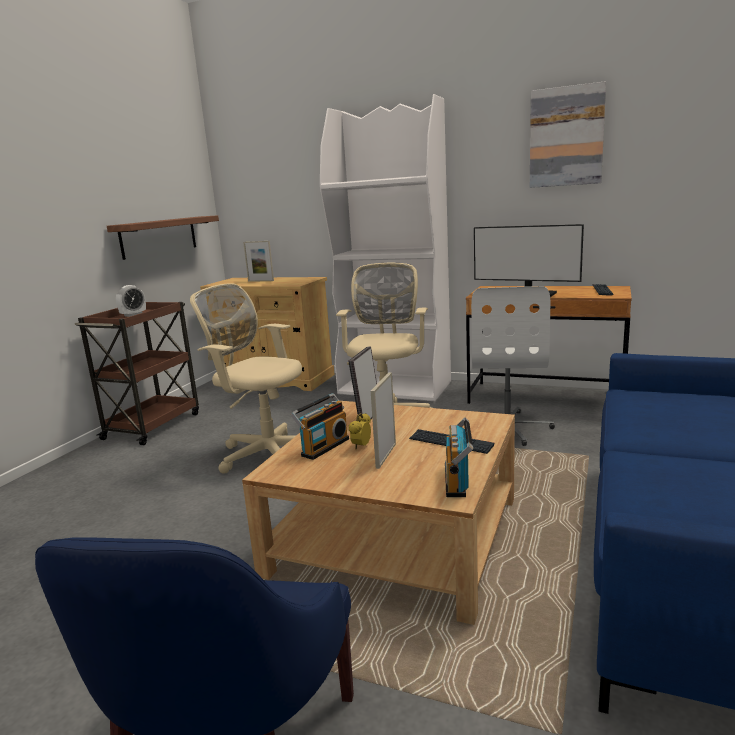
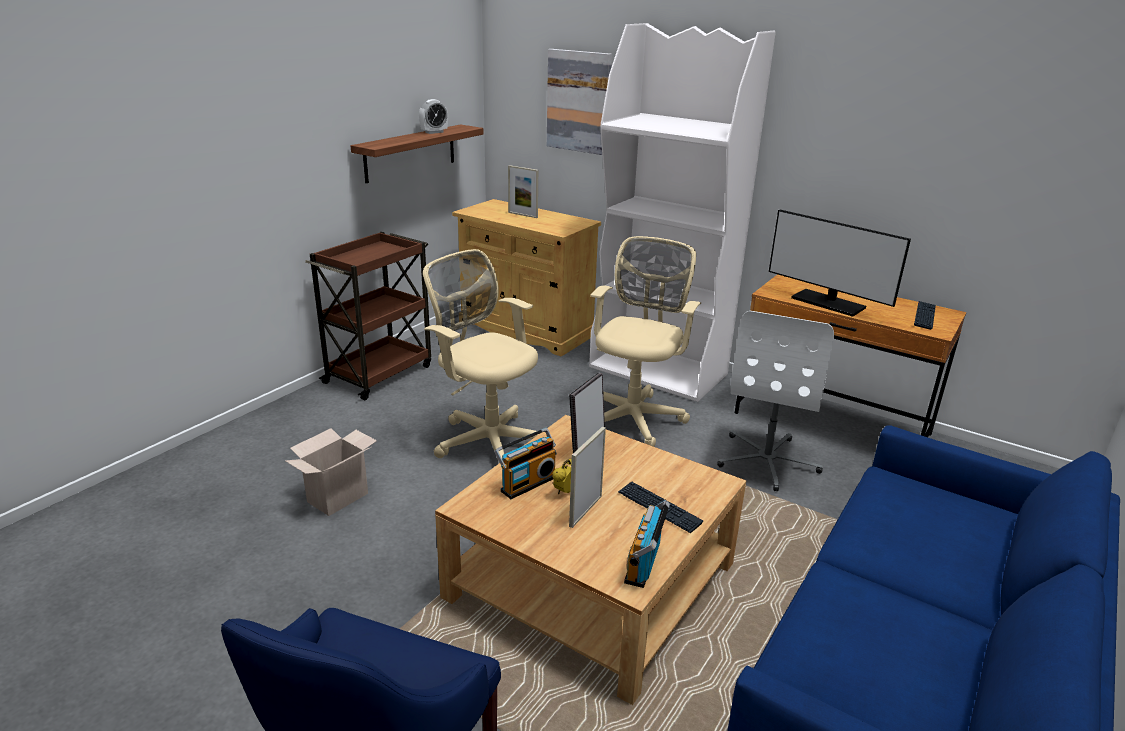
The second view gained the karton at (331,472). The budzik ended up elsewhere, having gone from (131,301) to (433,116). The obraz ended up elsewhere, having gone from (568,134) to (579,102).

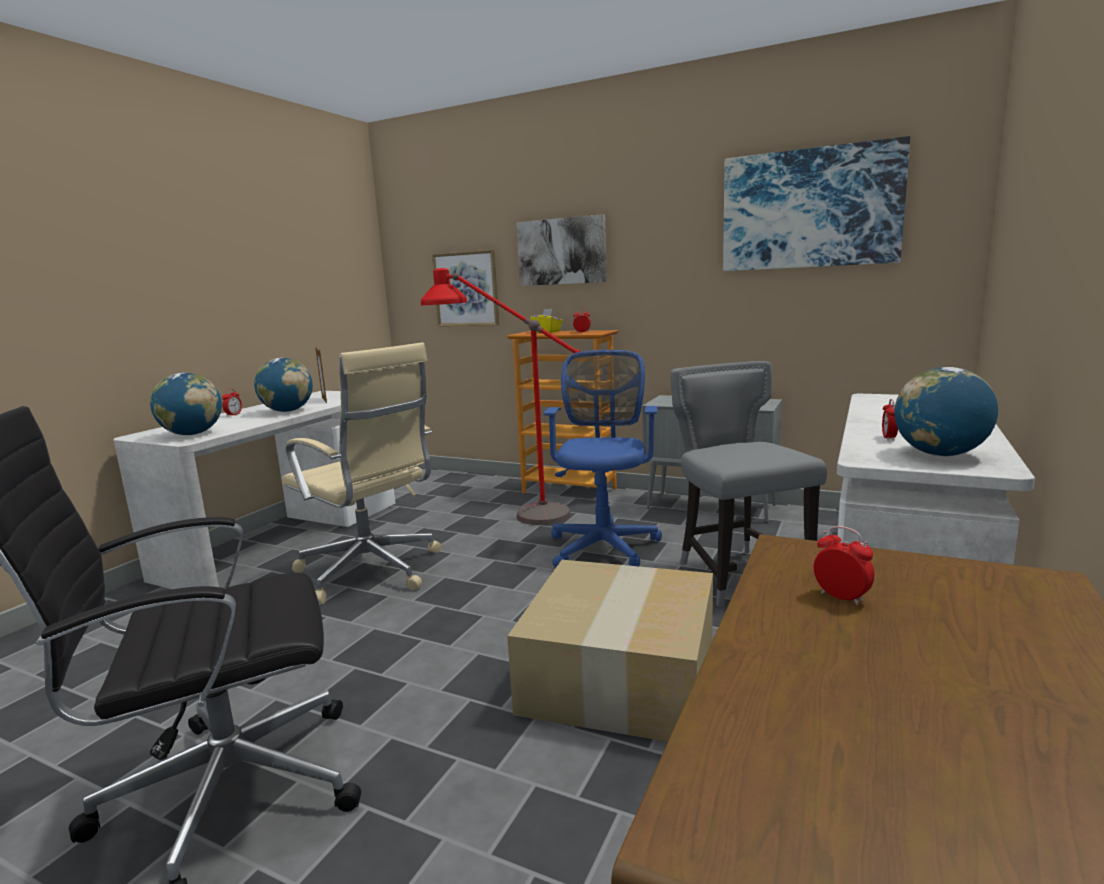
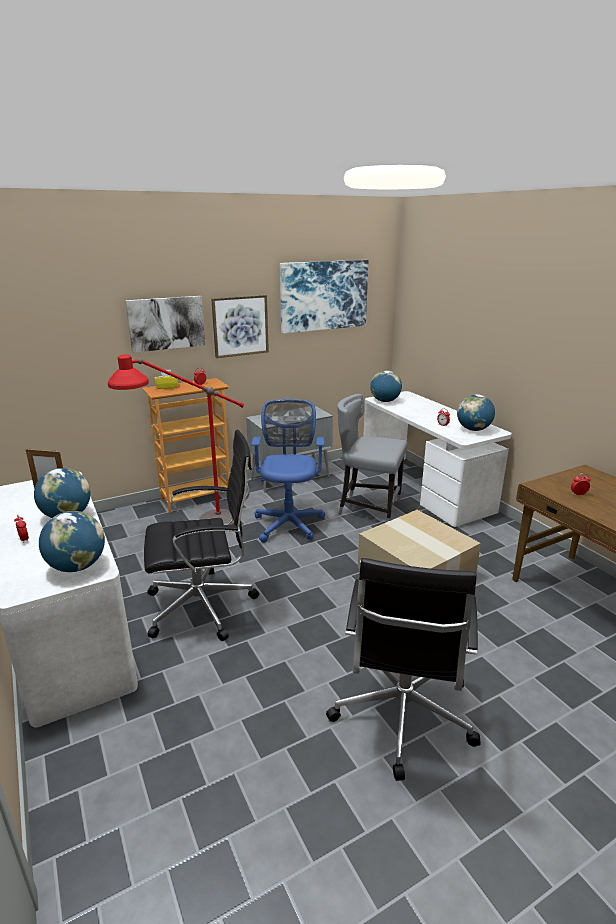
What was the krzesło biurowe/beżowy at (362,473) turned into the krzesło biurowe/czarny at (201,535). The obraz ended up elsewhere, having gone from (465,288) to (240,326). The krzesło biurowe/niebieski at (602,458) ended up facing another way, 45 degrees clockwise from before. The second view gained the globus at (386,386).

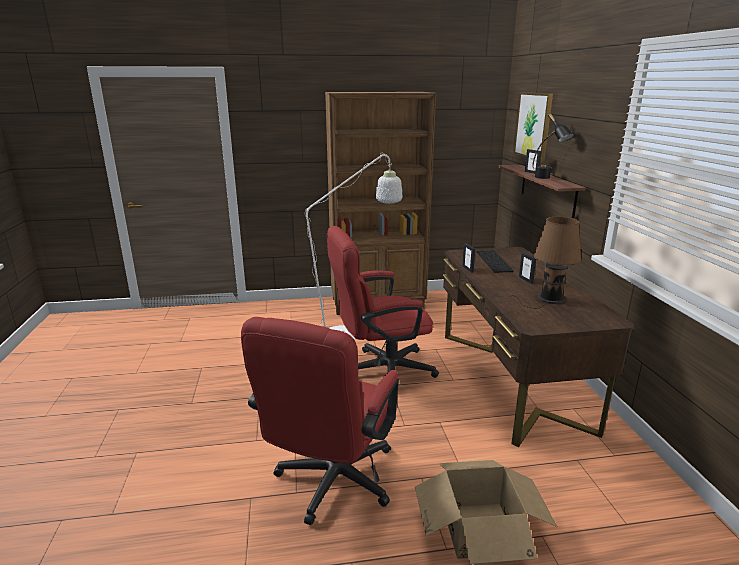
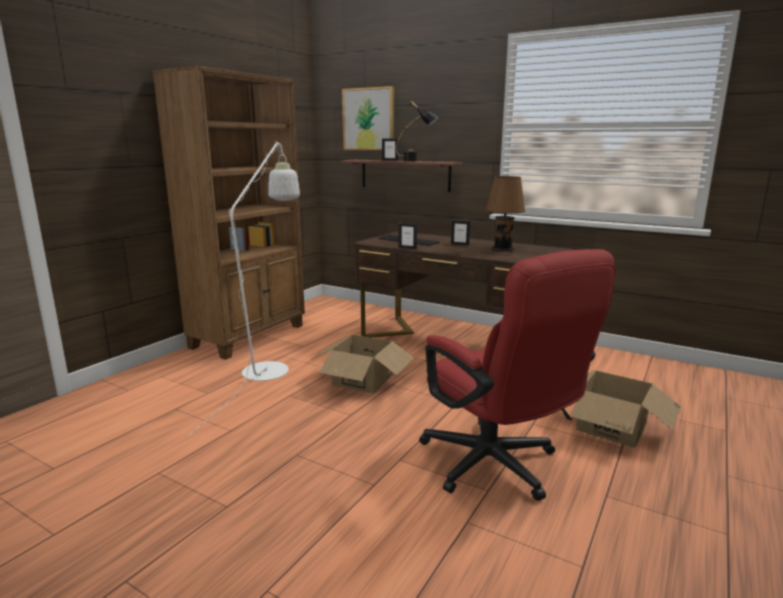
Where the krzesło biurowe/czerwony stood at (383,302), the karton came to stand at (363,364).

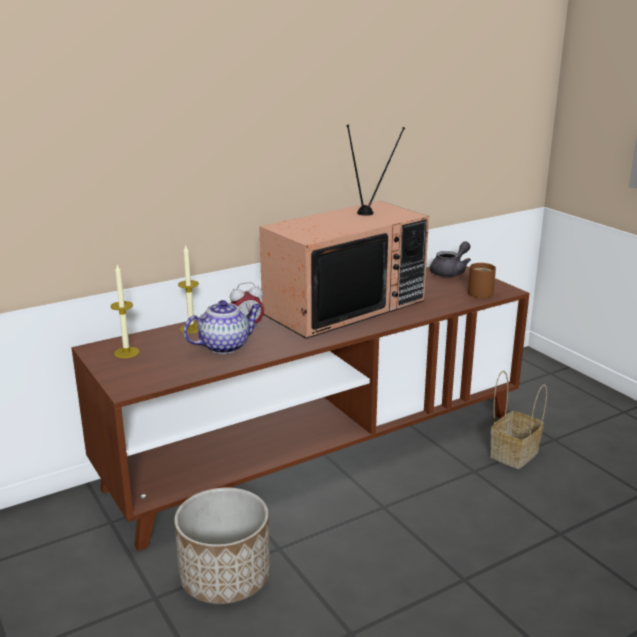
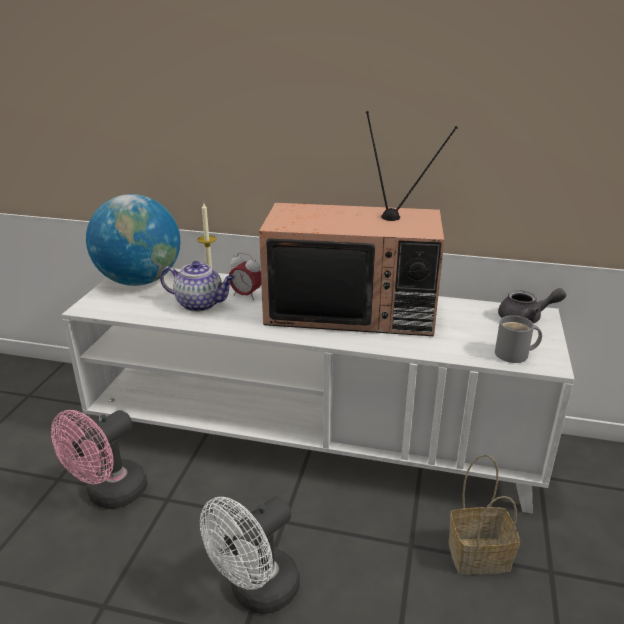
Where the donica stood at (222,546), the wentylator/różowy came to stand at (99,459). What was the szafka pod telewizor/brązowy at (300,408) turned into the szafka pod telewizor/biały at (317,390). Where the świeca stood at (125,311), the globus came to stand at (133,240). The second view gained the wentylator/biały at (250,555). What was the kubek/brązowy at (482,280) turned into the kubek/szary at (518,339).

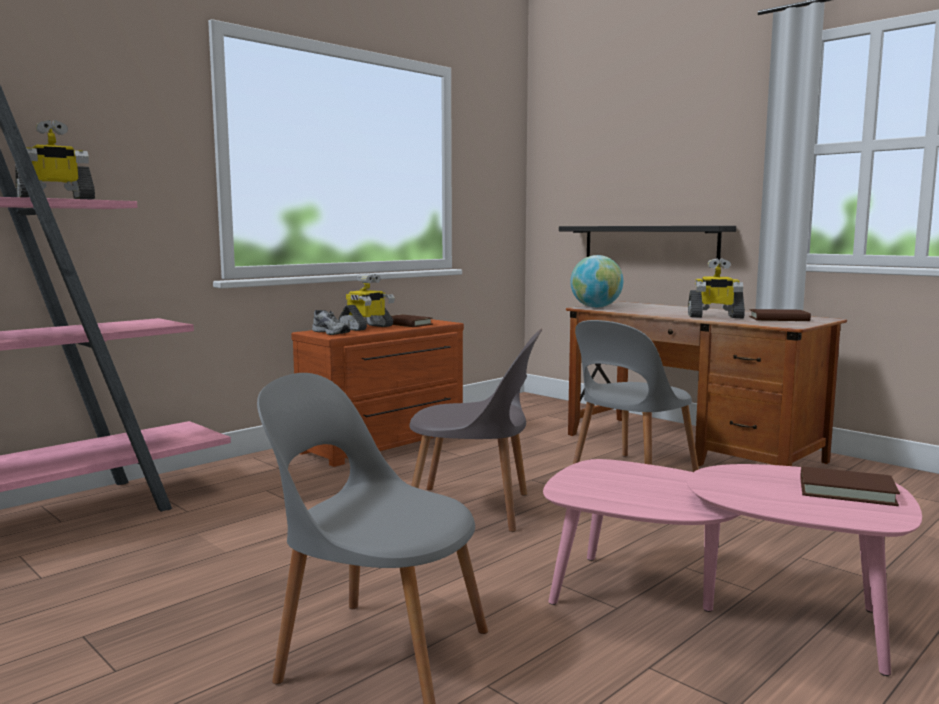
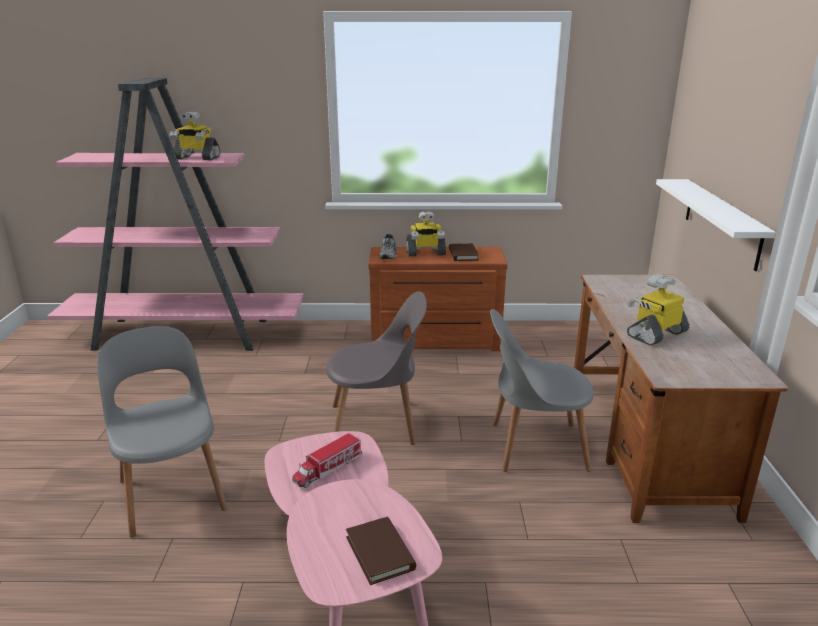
The second view gained the ciężarówka zabawkowa at (327,460). The krzesło/szary at (476,430) ended up facing another way, 60 degrees counterclockwise from before. The robot zabawkowy at (716,288) ended up facing another way, 90 degrees clockwise from before. What was the półka/czarny at (647,245) turned into the półka/biały at (716,225). The second view lost the globus at (596,281). The second view lost the książka/brązowy at (780,315).

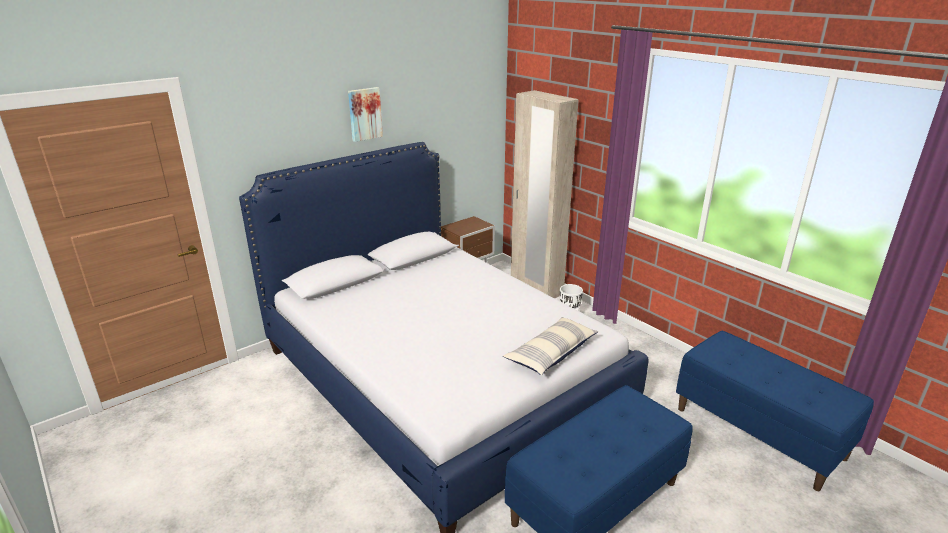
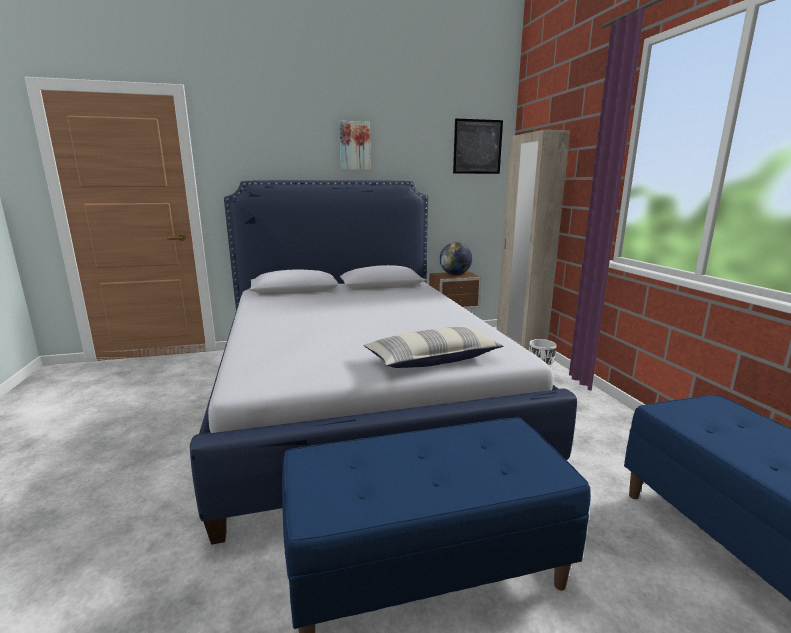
The second view gained the globus at (456,258). The second view gained the obraz at (478,146).

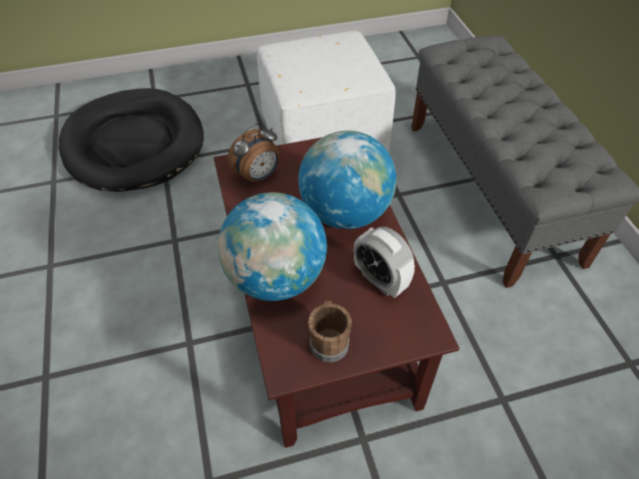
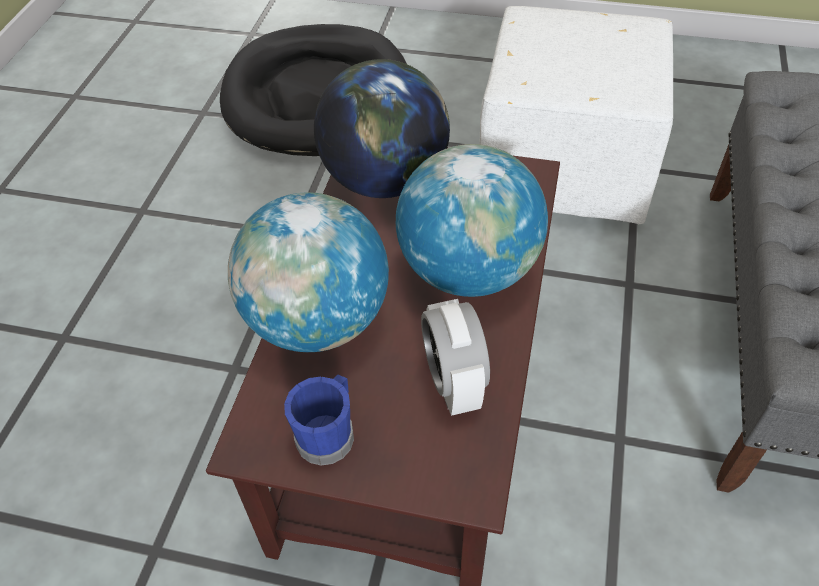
What was the kubek/brązowy at (330,331) turned into the kubek/niebieski at (319,419). Where the budzik stood at (253,153), the globus came to stand at (382,128).

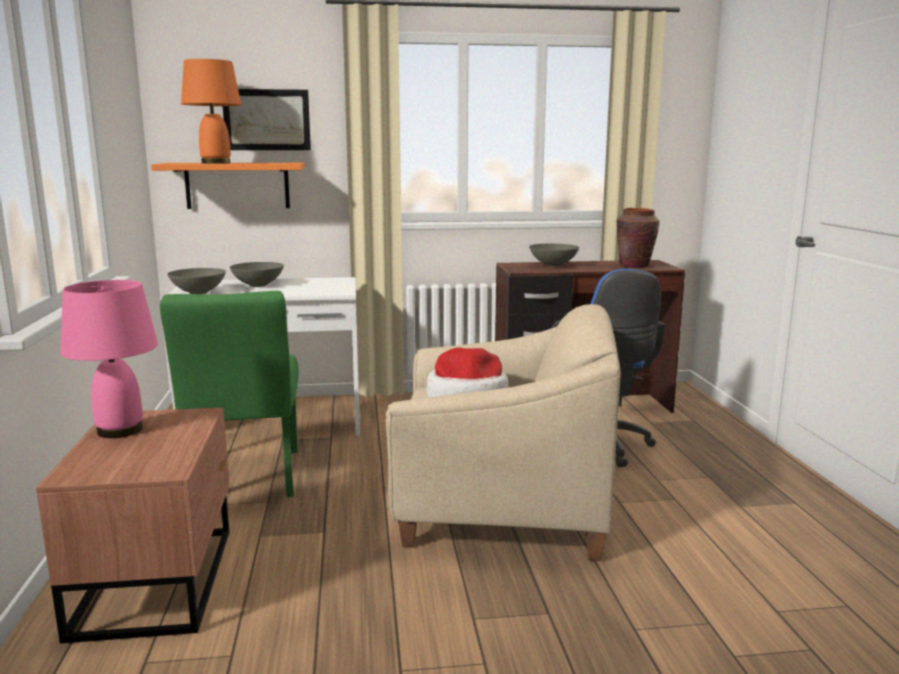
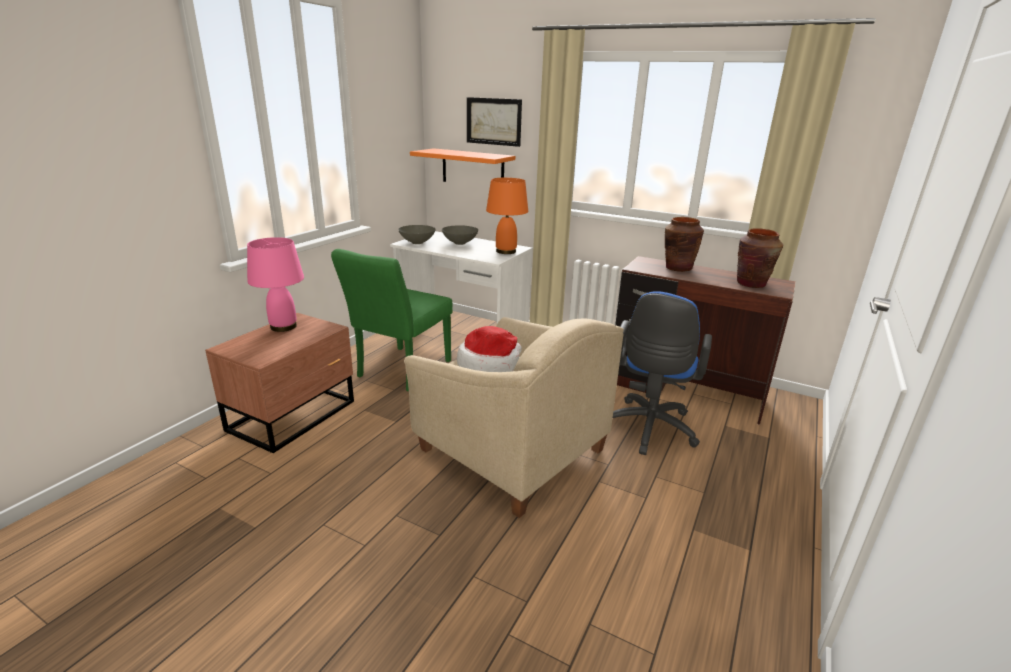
The lampa stołowa/pomarańczowy ended up elsewhere, having gone from (211,111) to (507,216). Where the miska/szary stood at (554,255), the wazon/brązowy came to stand at (684,244).

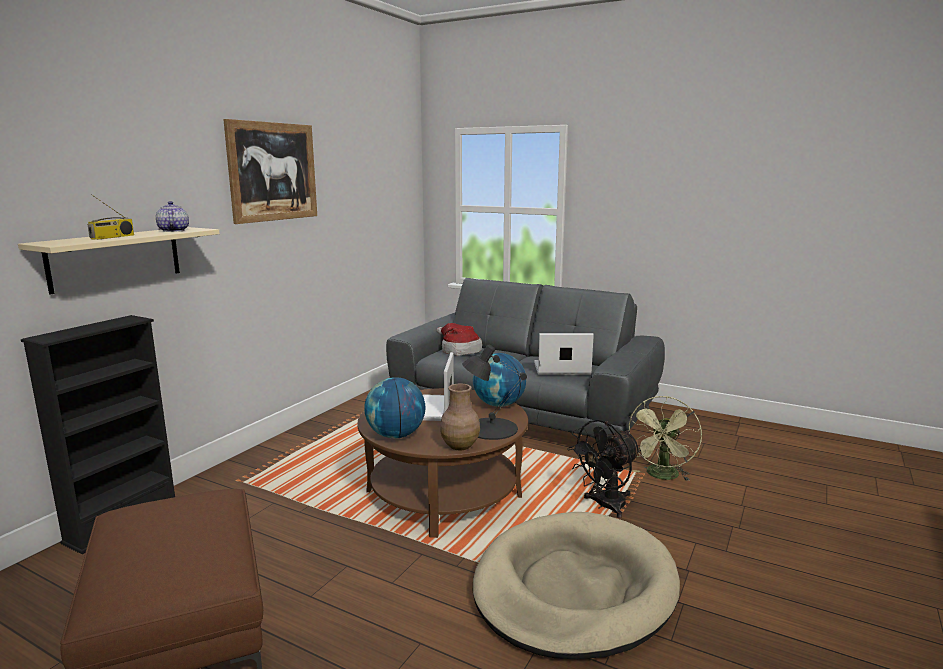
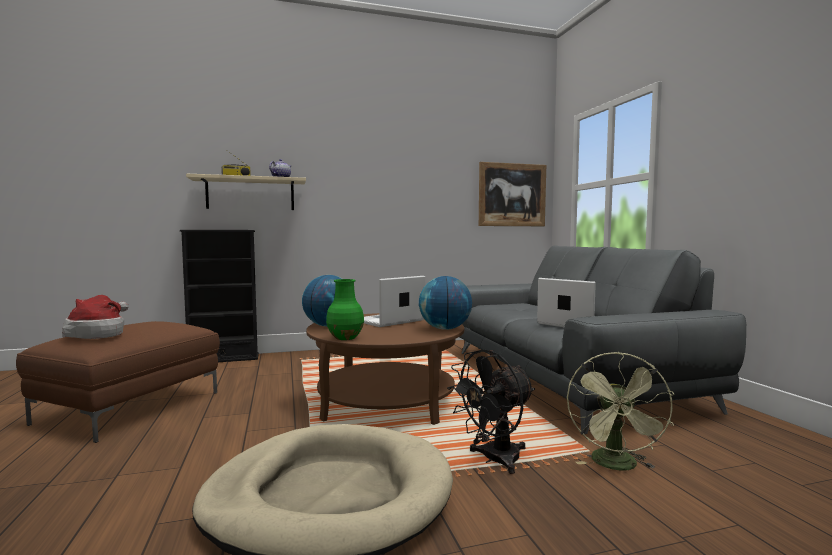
The kapelusz ended up elsewhere, having gone from (459,339) to (95,317). What was the wazon/brązowy at (460,417) turned into the wazon/zielony at (345,309). The wentylator/czarny at (604,469) ended up facing another way, 45 degrees counterclockwise from before. The obraz ended up elsewhere, having gone from (270,171) to (512,194). The wentylator/zielony at (665,438) ended up facing another way, 60 degrees counterclockwise from before. The second view lost the lampa stołowa/czarny at (494,392).

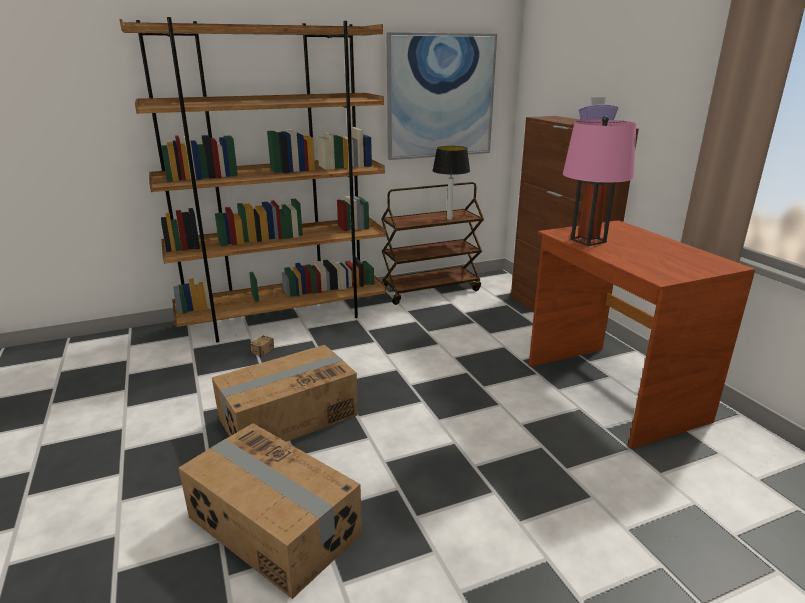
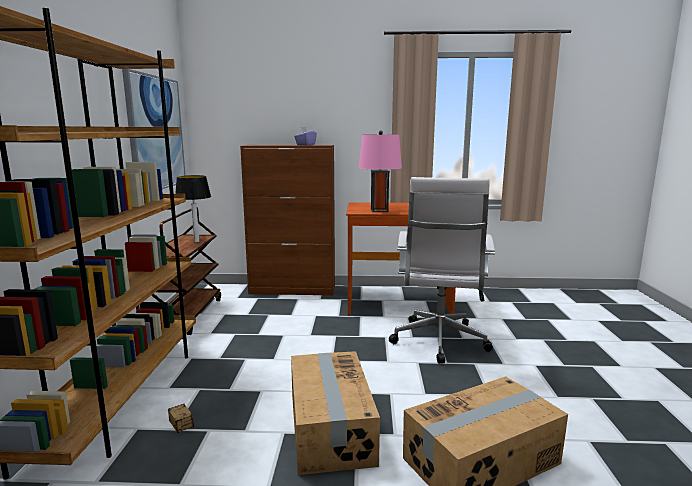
The second view gained the krzesło biurowe/biały at (442,270).

